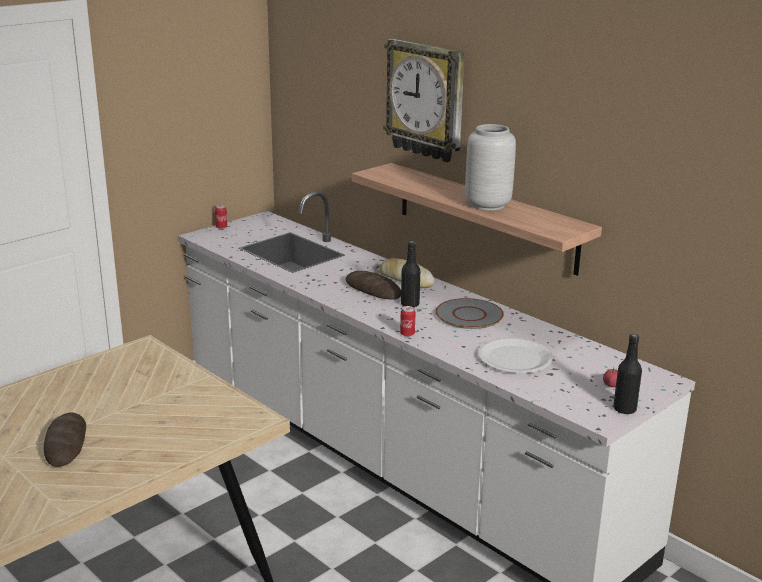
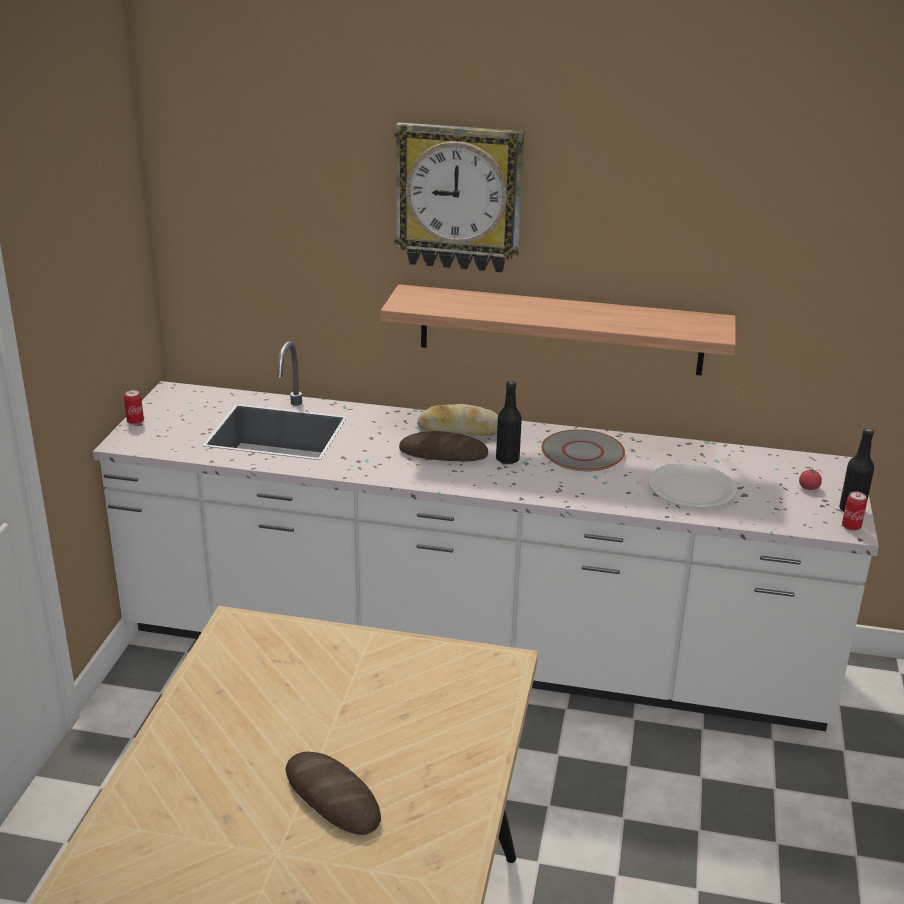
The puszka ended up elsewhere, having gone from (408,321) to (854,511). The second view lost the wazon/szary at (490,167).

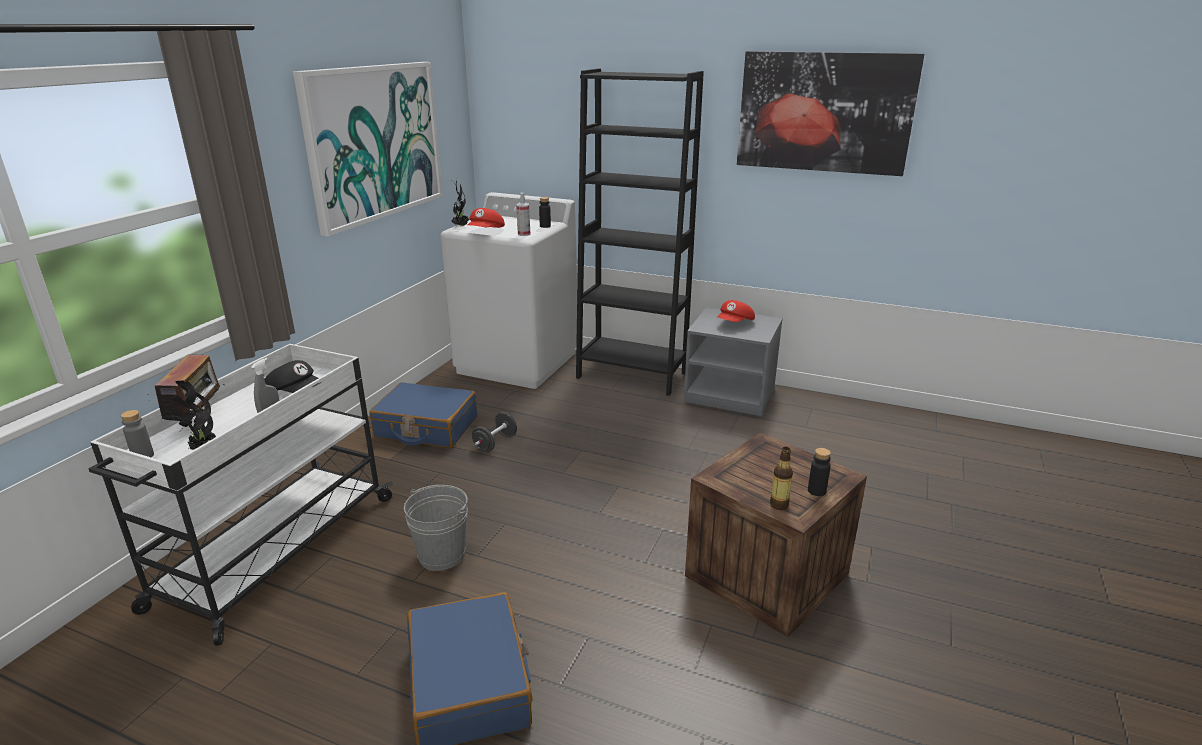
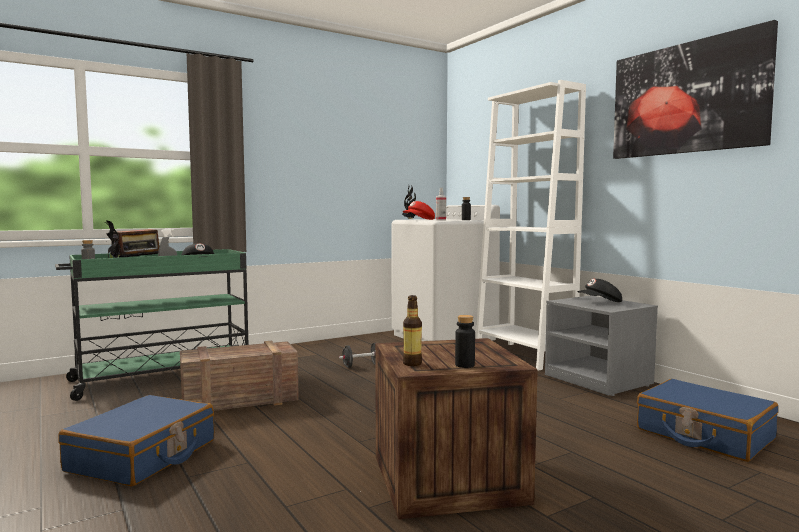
What was the wózek/biały at (240,495) turned into the wózek/zielony at (152,325). Where the wiadro/szary stood at (436,528), the skrzynka came to stand at (239,376). What was the regał/czarny at (640,232) turned into the regał/biały at (531,225). What was the czapka z daszkiem/czerwony at (736,311) turned into the czapka z daszkiem/czarny at (599,290). The walizka/niebieski ended up elsewhere, having gone from (423,415) to (707,420). The second view lost the obraz at (368,149).

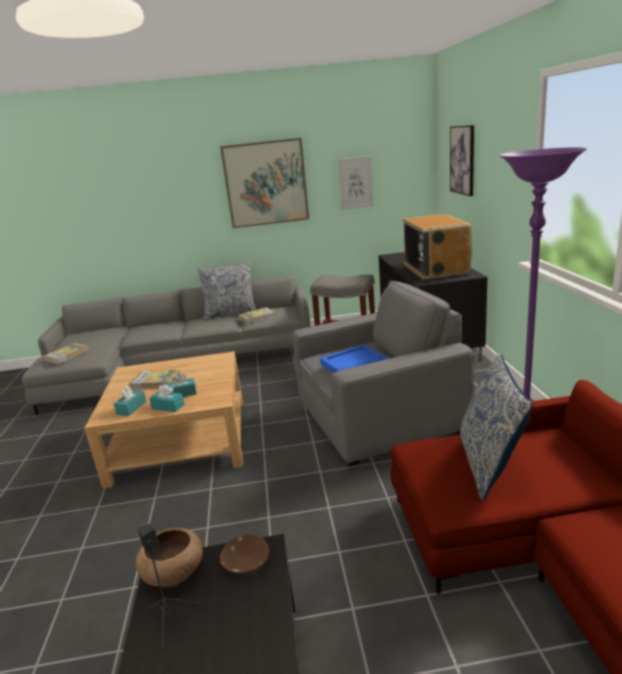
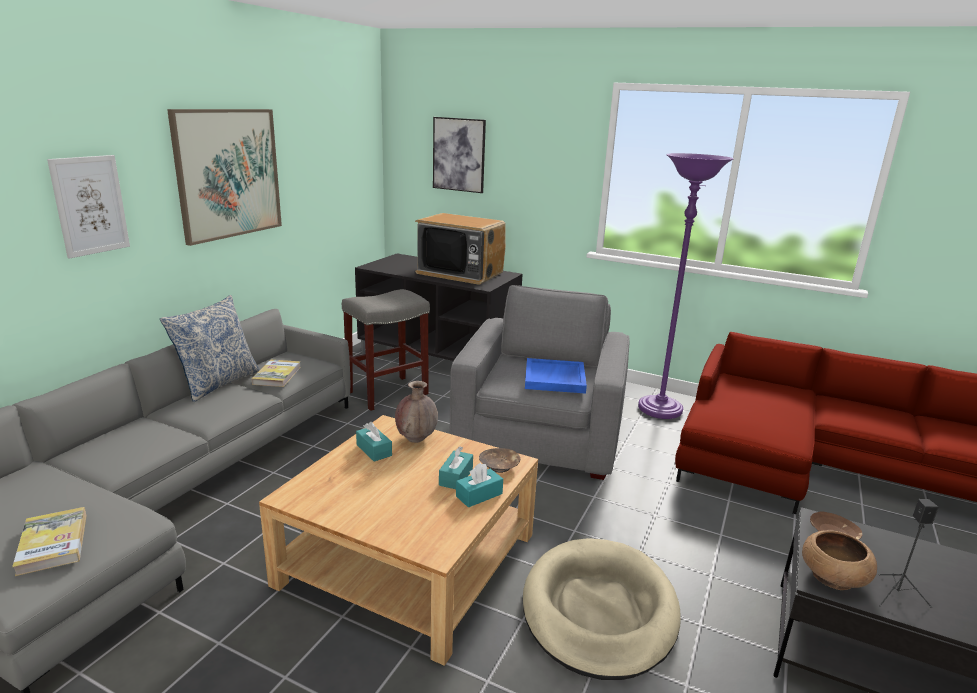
The obraz ended up elsewhere, having gone from (355,183) to (88,207). The pudełko chusteczek/turkusowy ended up elsewhere, having gone from (130,401) to (374,442). The second view gained the wazon/brązowy at (416,412). The second view gained the miska/brązowy at (499,460). The second view gained the legowisko/beżowy at (602,609). The second view lost the książka at (155,379). The second view lost the poduszka at (496,427).

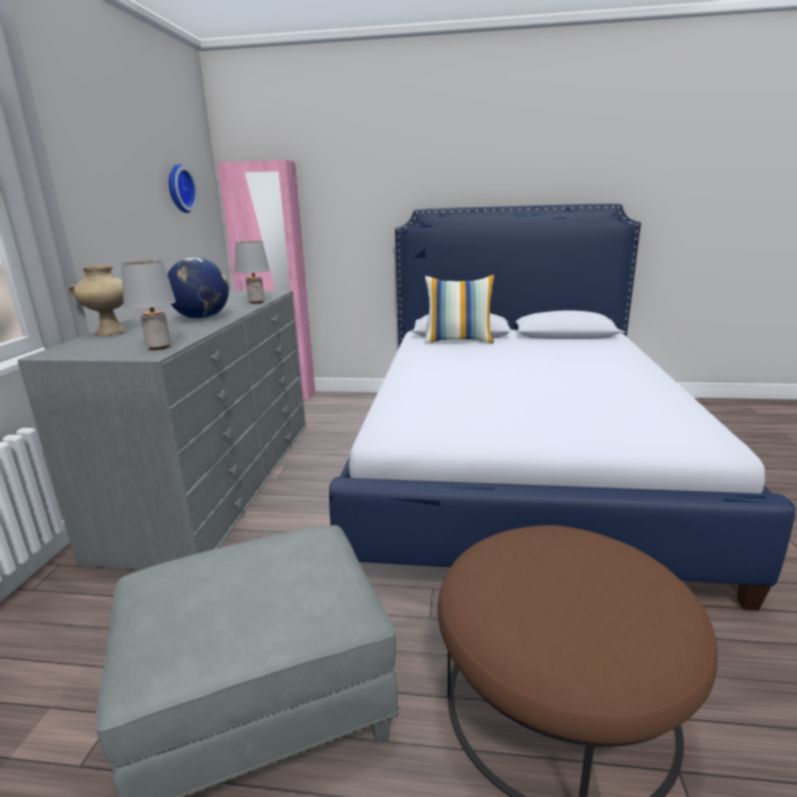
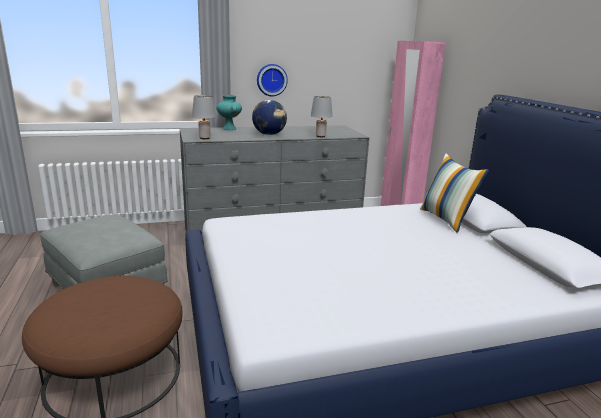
What was the wazon/beżowy at (97,300) turned into the wazon/turkusowy at (229,112). The zegar ścienny ended up elsewhere, having gone from (183,188) to (272,80).

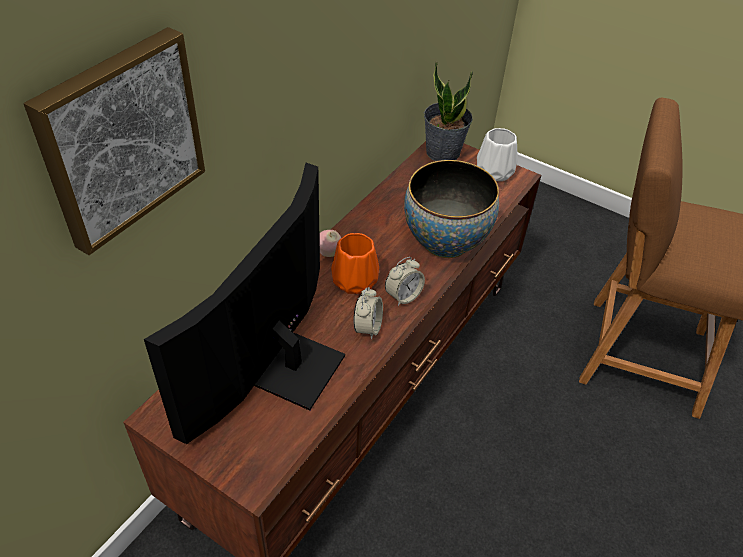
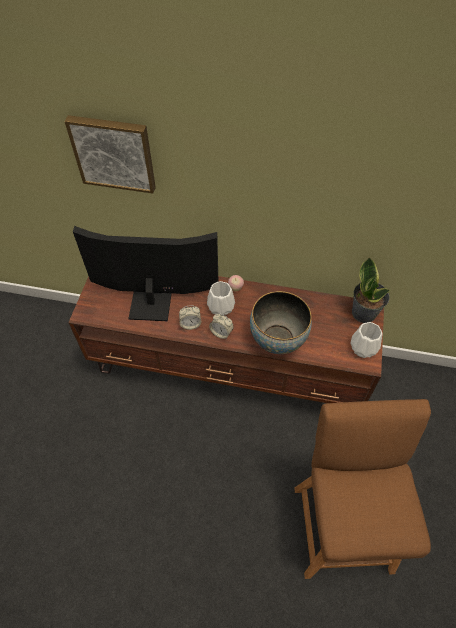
What was the wazon/pomarańczowy at (355,263) turned into the wazon/biały at (221,298).

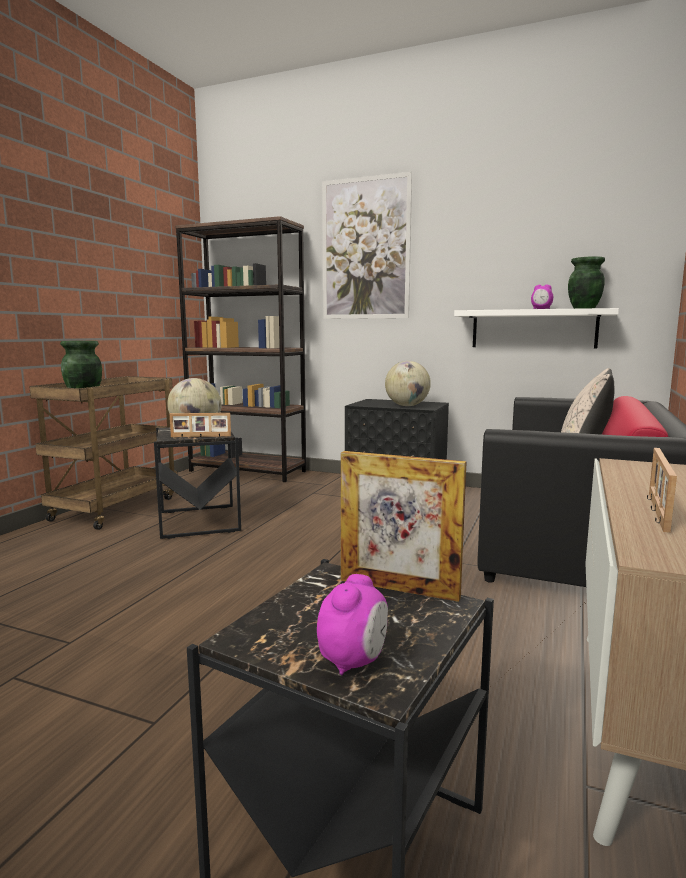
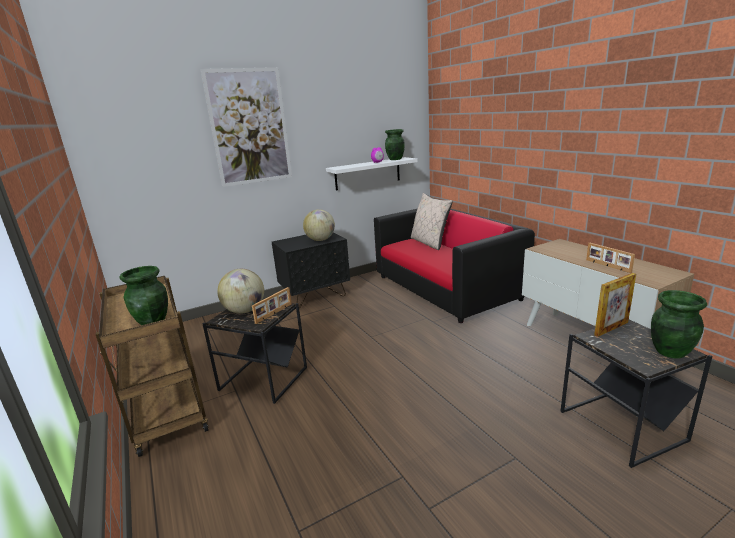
Where the budzik stood at (352,624), the wazon/zielony came to stand at (679,324). The second view lost the regał/brązowy at (240,349).

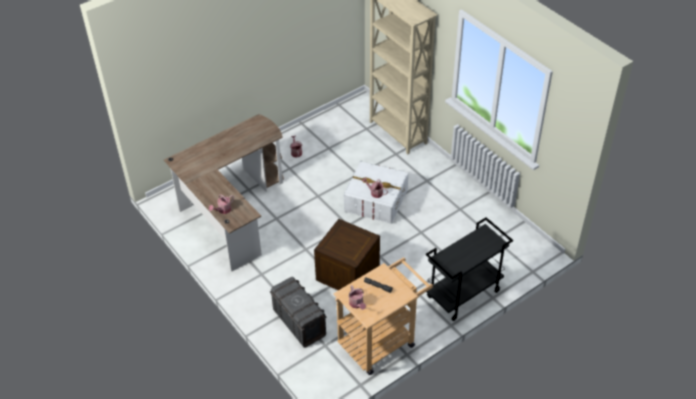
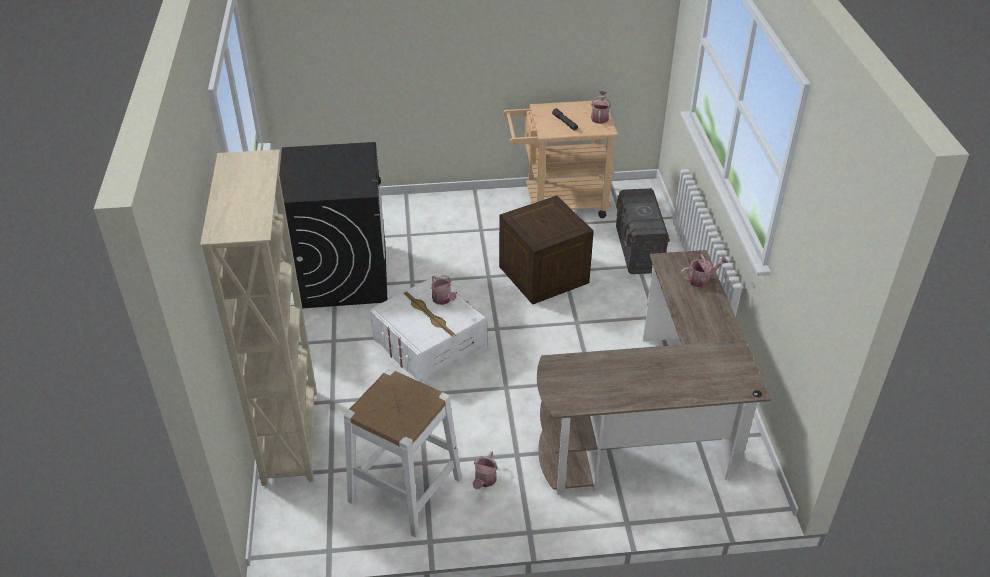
The second view gained the pralka/czarny at (333,225). The second view gained the stołek/biały at (403,452). The second view lost the wózek/czarny at (469,269).

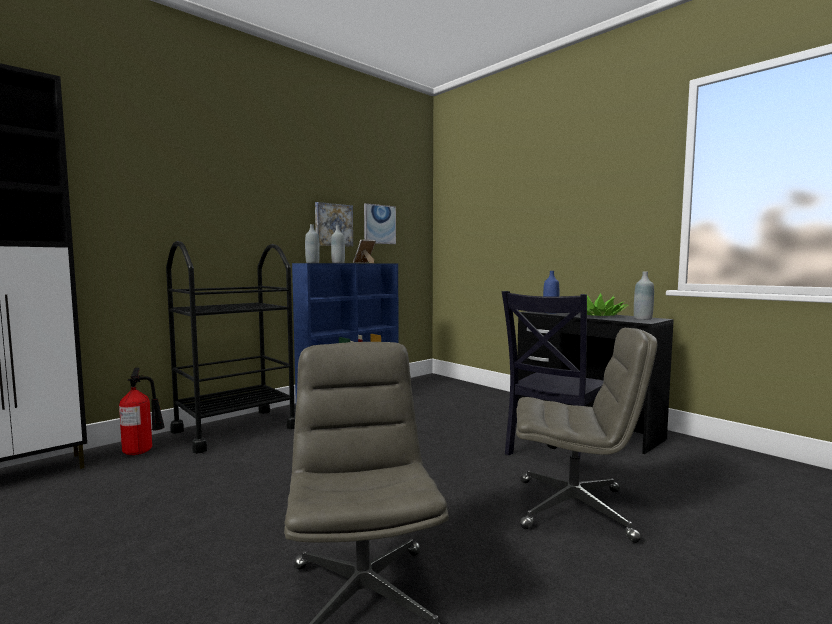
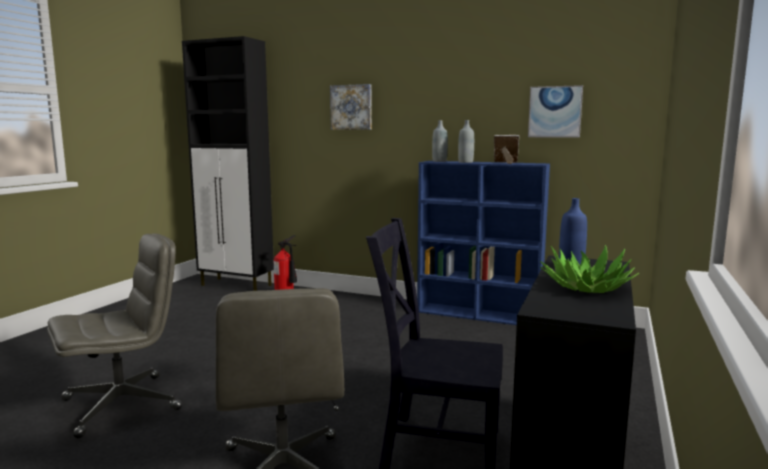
The obraz ended up elsewhere, having gone from (334,224) to (351,107). The second view lost the wózek/czarny at (230,347). The second view lost the butelka/szary at (644,296).

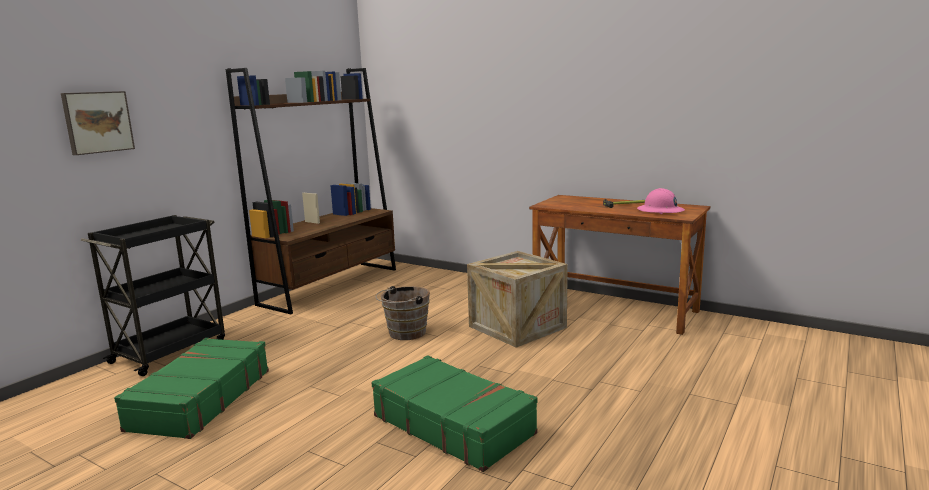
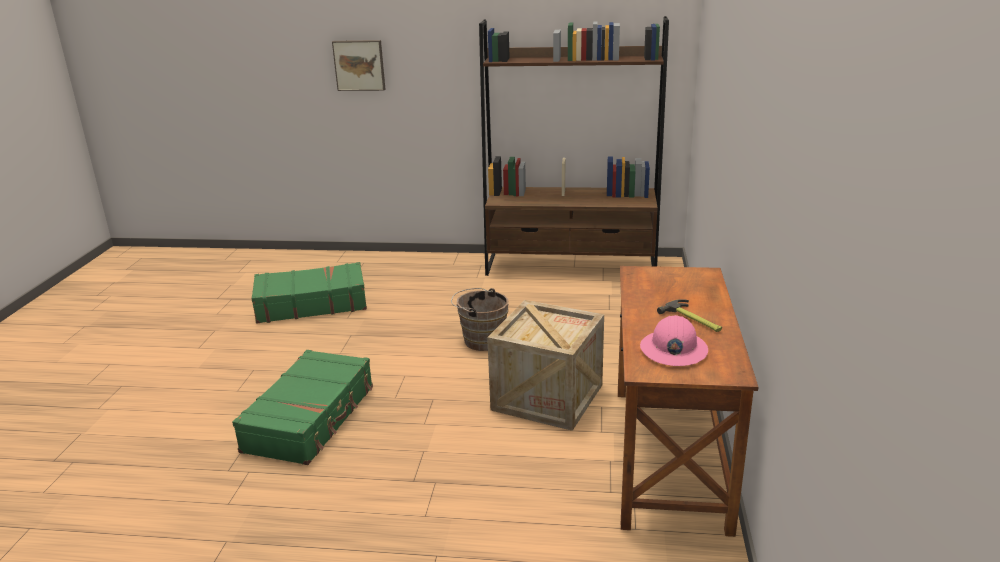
The second view lost the wózek/czarny at (153,295).

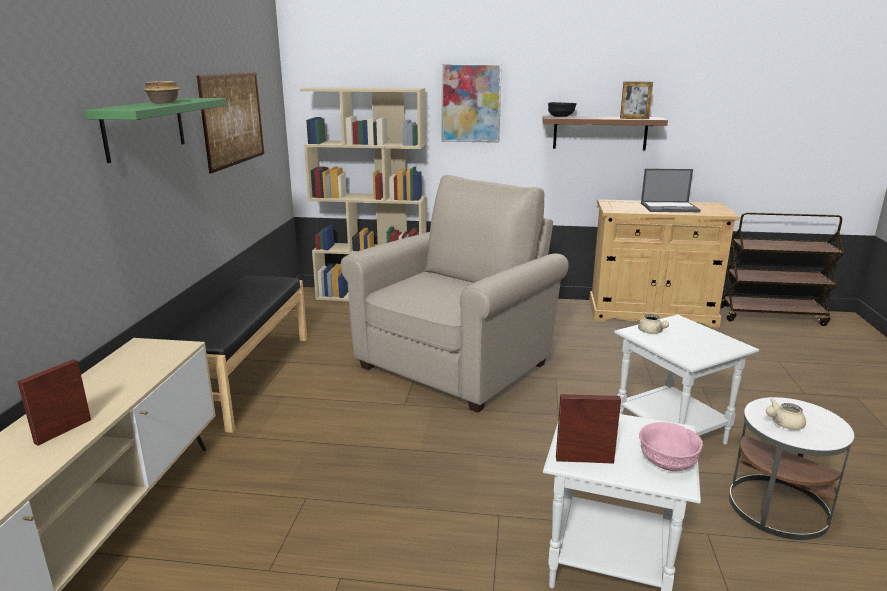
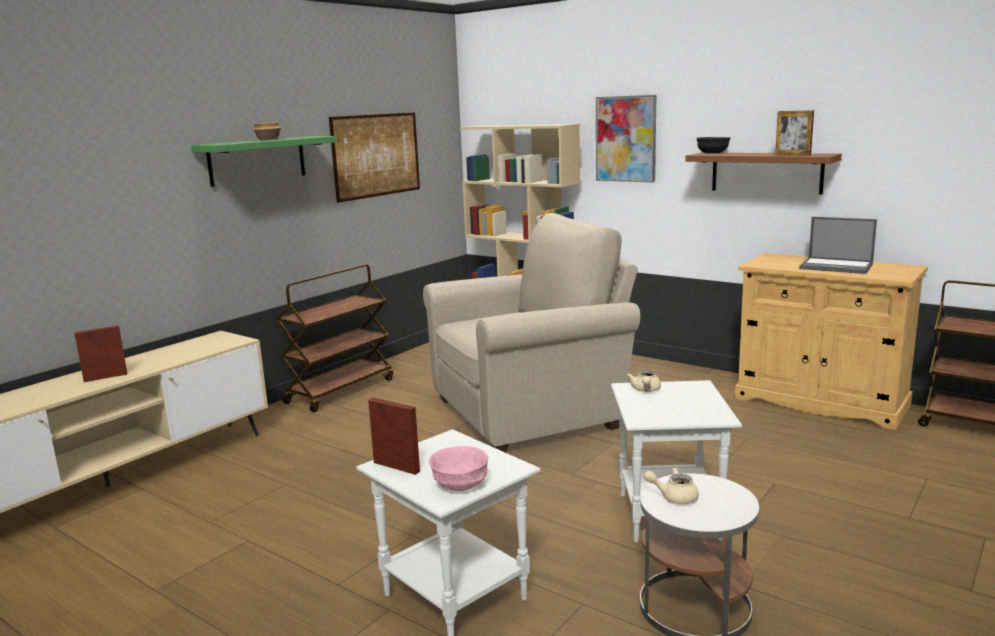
Where the ławka/czarny stood at (234,354), the wózek/brązowy came to stand at (334,338).

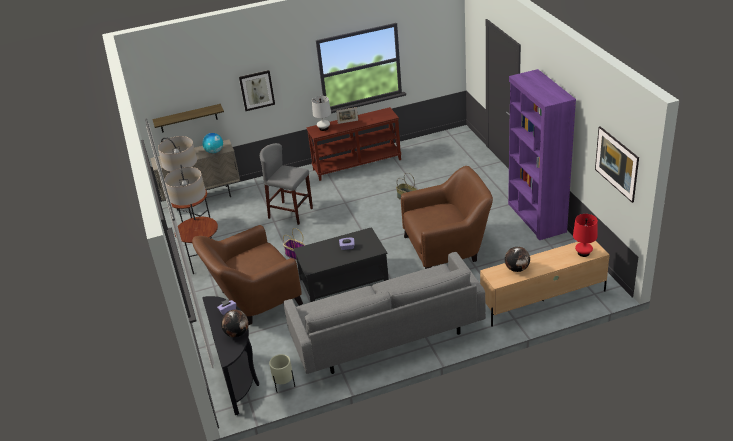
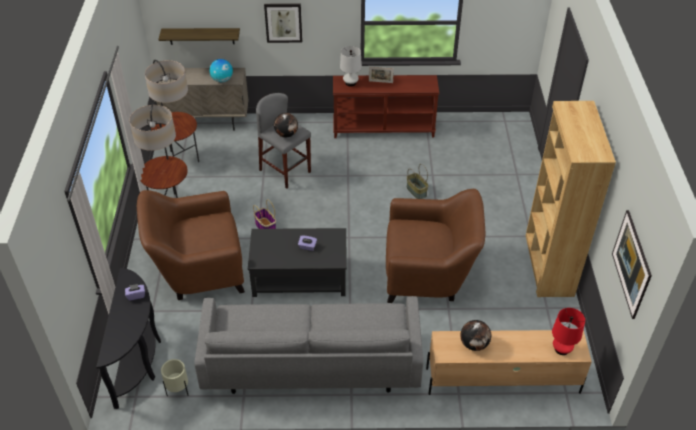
The globus ended up elsewhere, having gone from (235,323) to (286,125). What was the regał/fioletowy at (542,154) turned into the regał/brązowy at (571,199).

